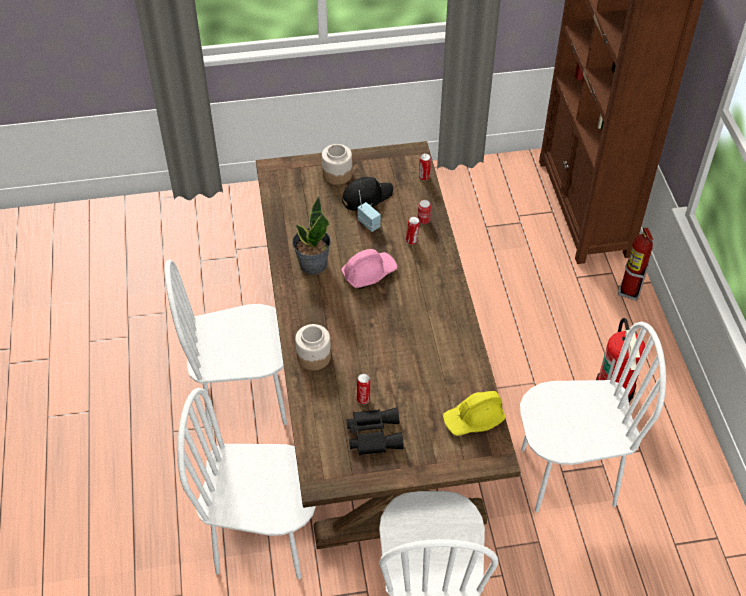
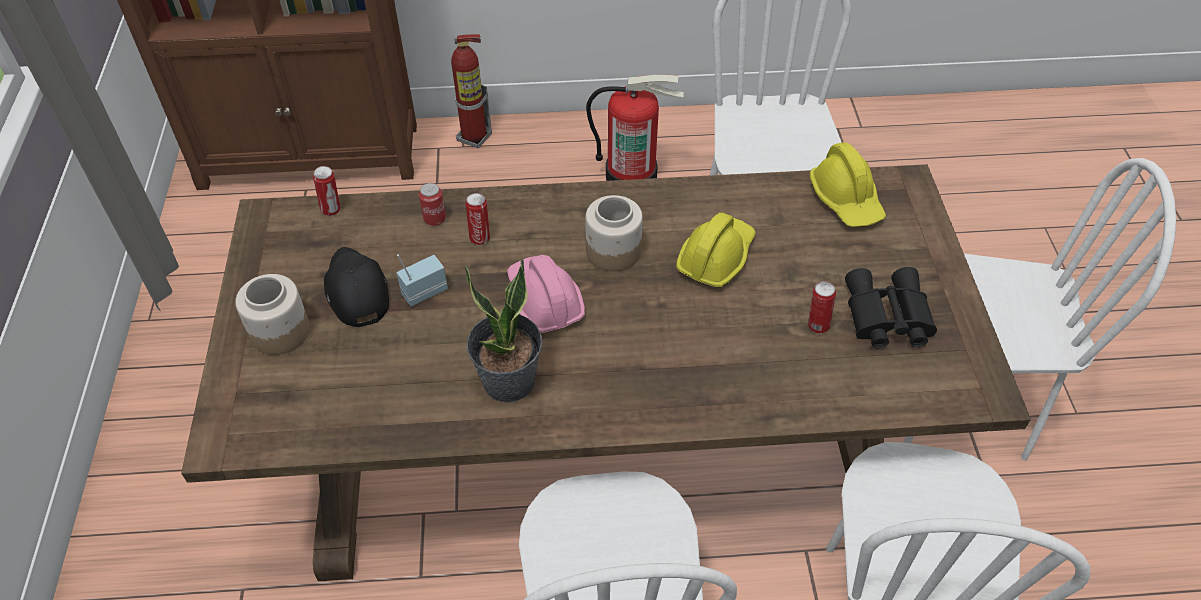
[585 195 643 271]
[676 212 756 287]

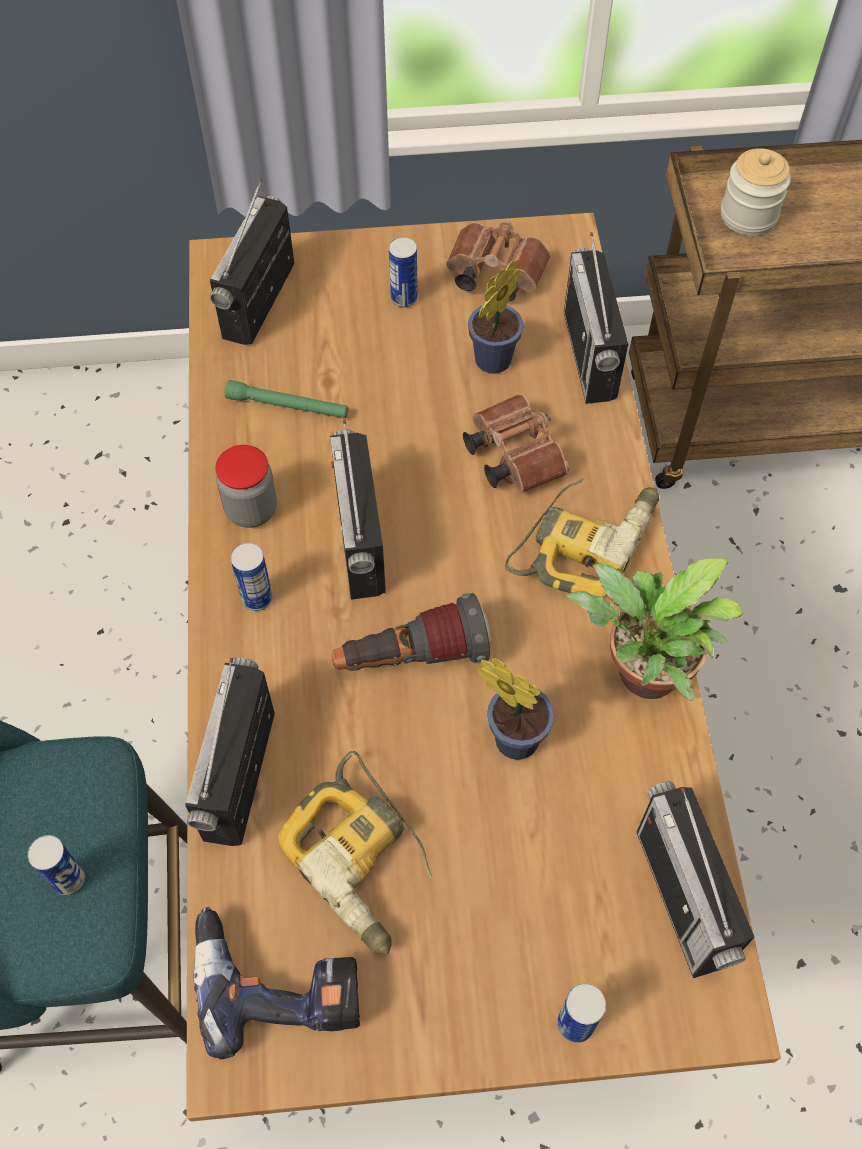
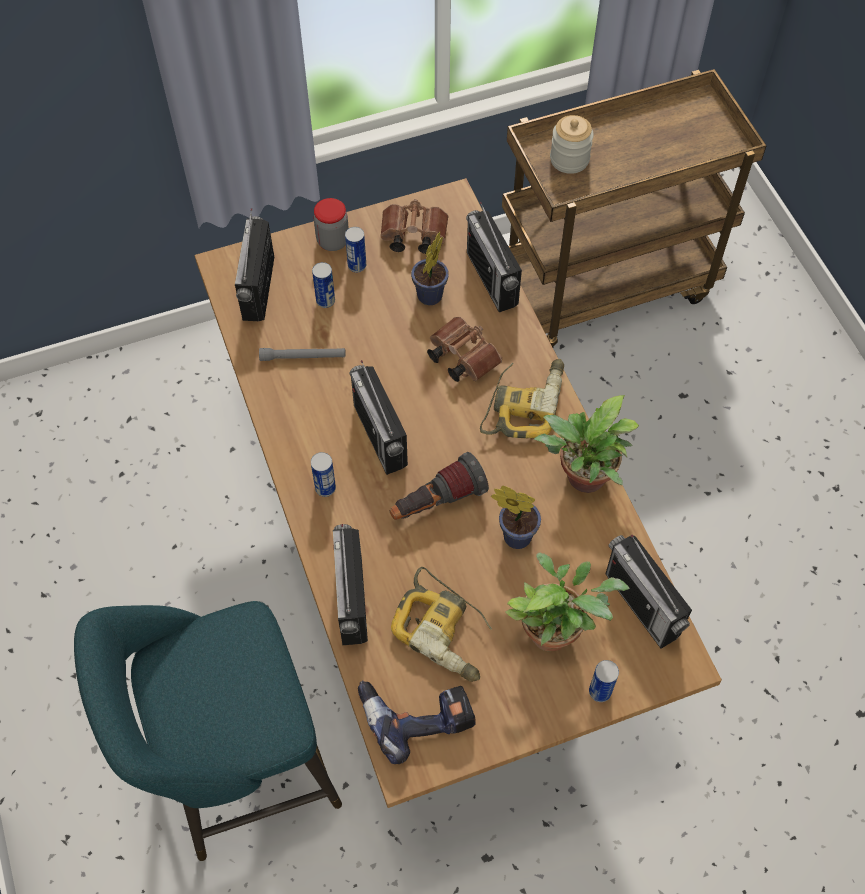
[312 262 335 308]
[314 198 349 251]
[259 348 346 361]
[505 552 630 651]

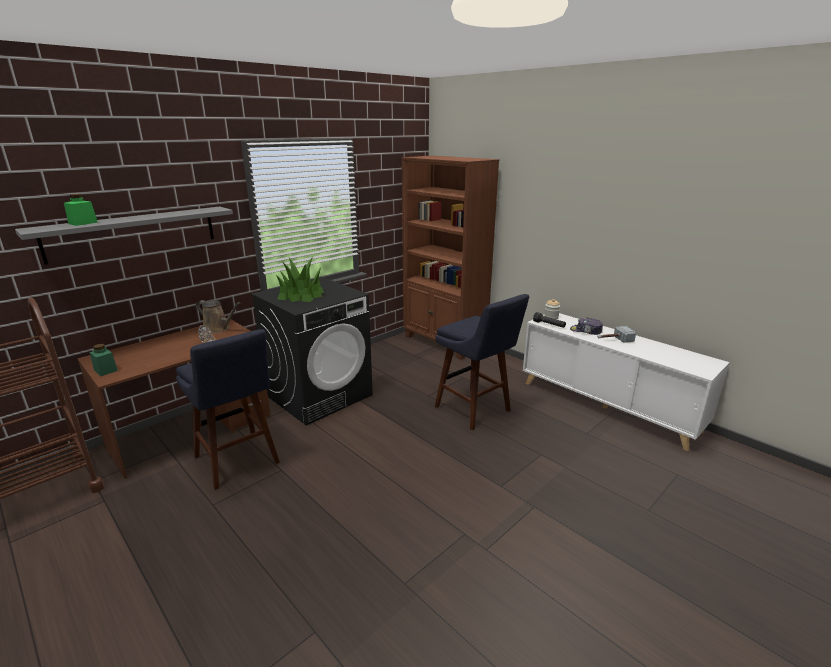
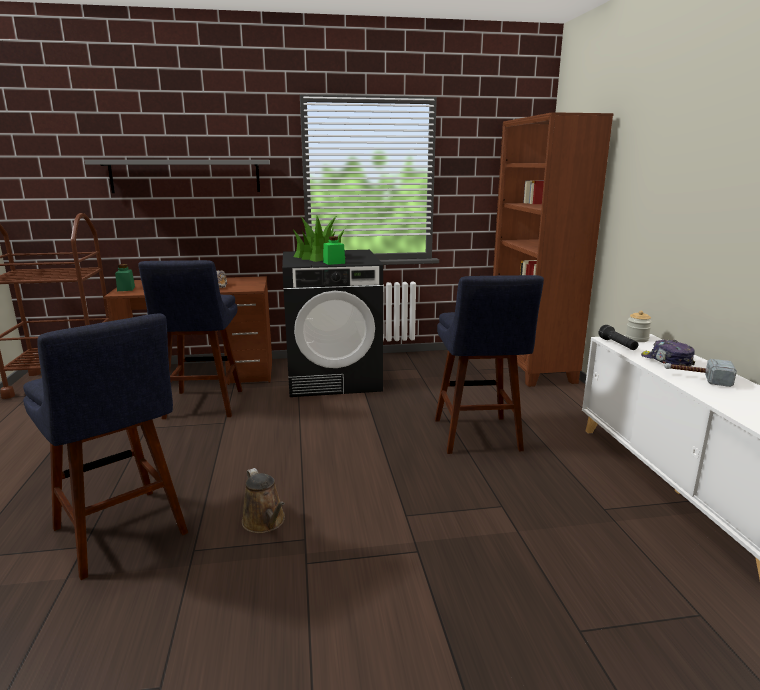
[323 236 345 265]
[242 468 285 533]
[23 314 188 580]

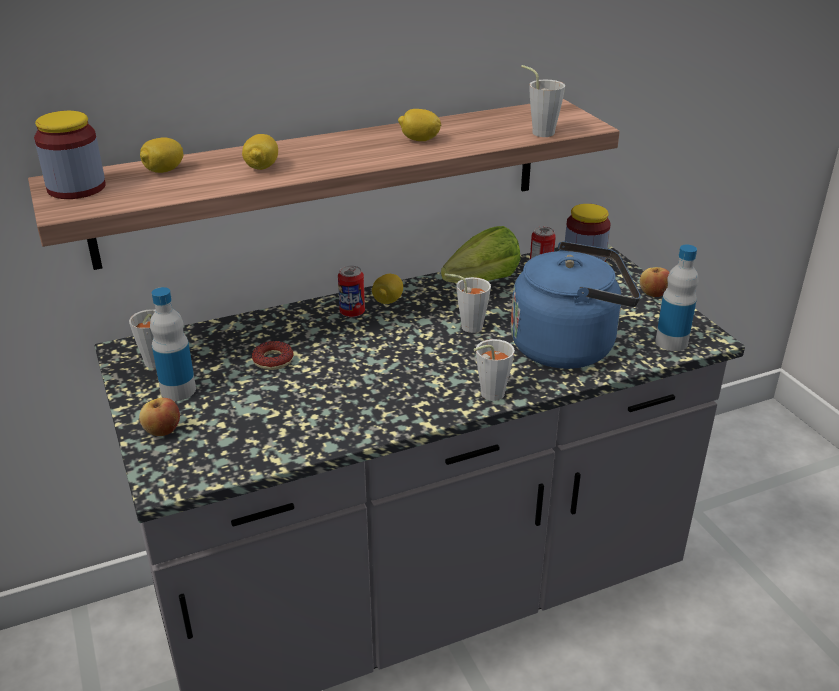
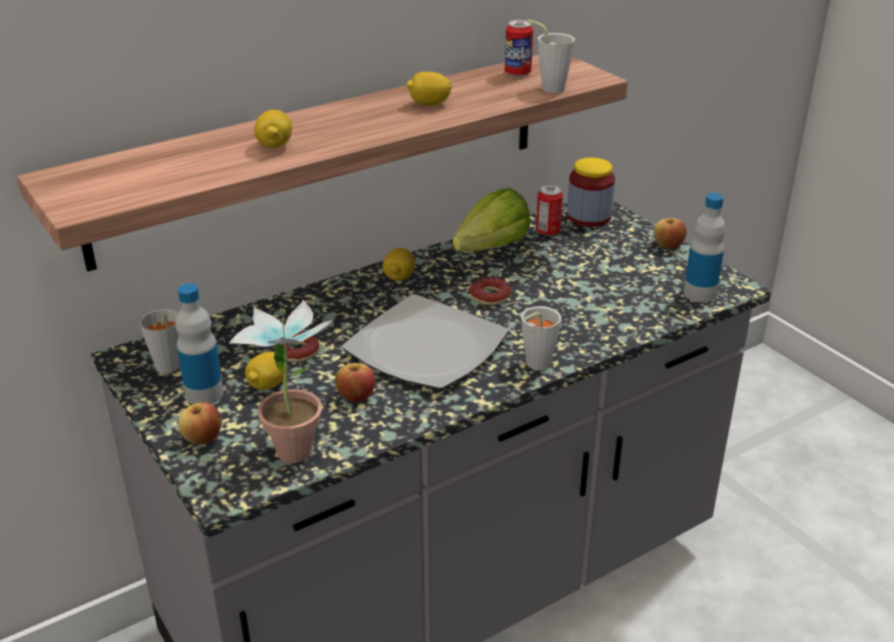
[34 111 106 199] (first image)
[245 351 288 390]
[505 20 533 77]
[470 277 511 305]
[511 241 641 369] (first image)
[229 300 335 463]
[335 363 375 402]
[342 294 509 389]

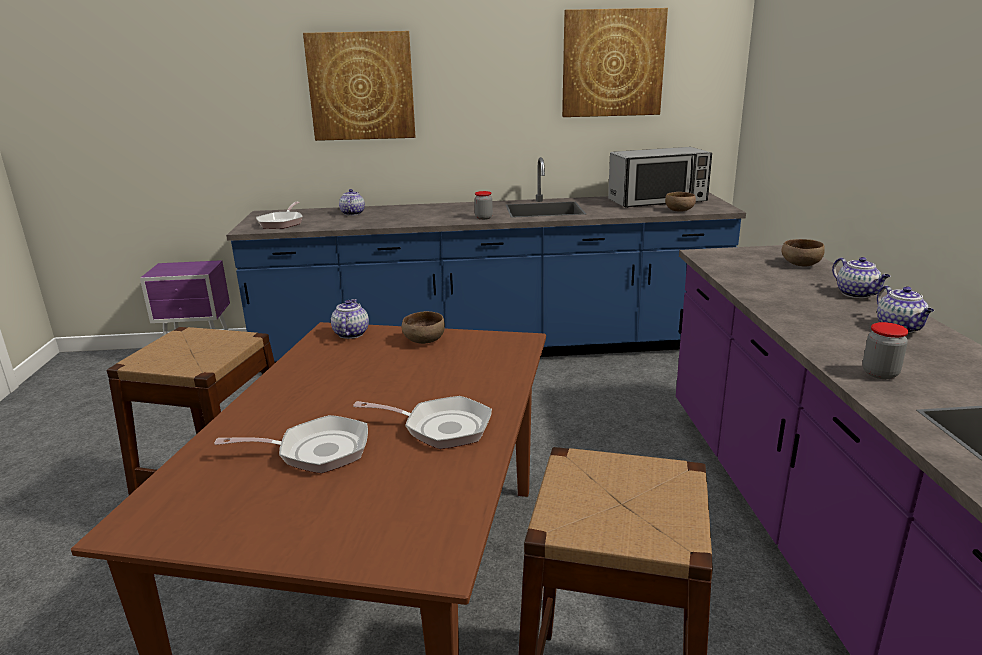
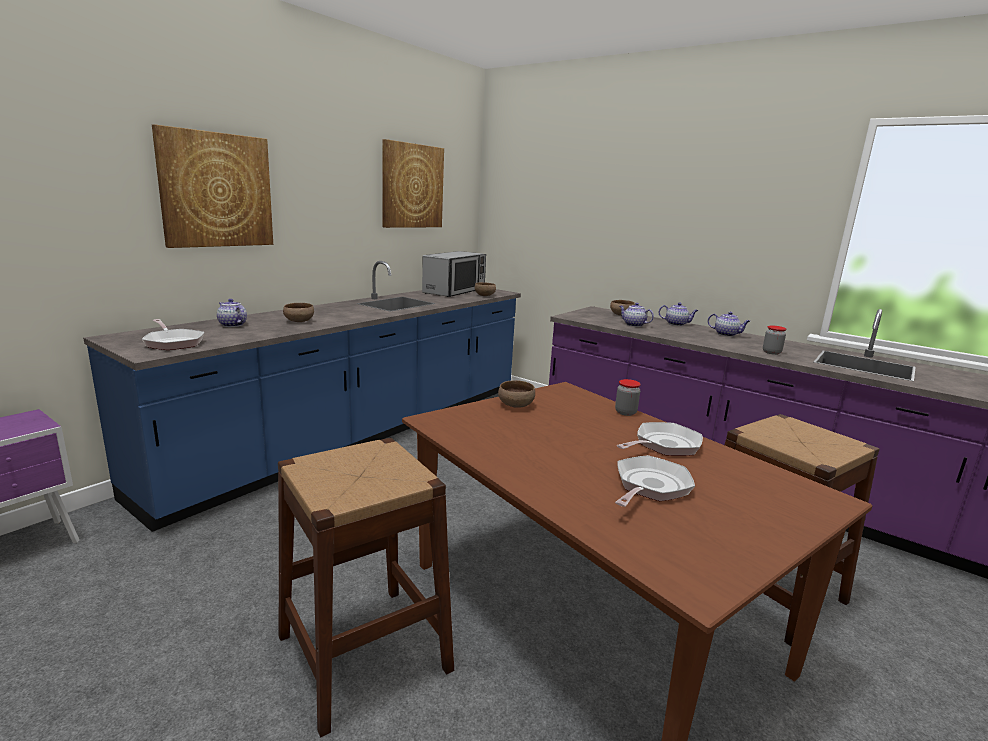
[620 303 654 327]
[615 379 640 416]
[283 303 314 322]

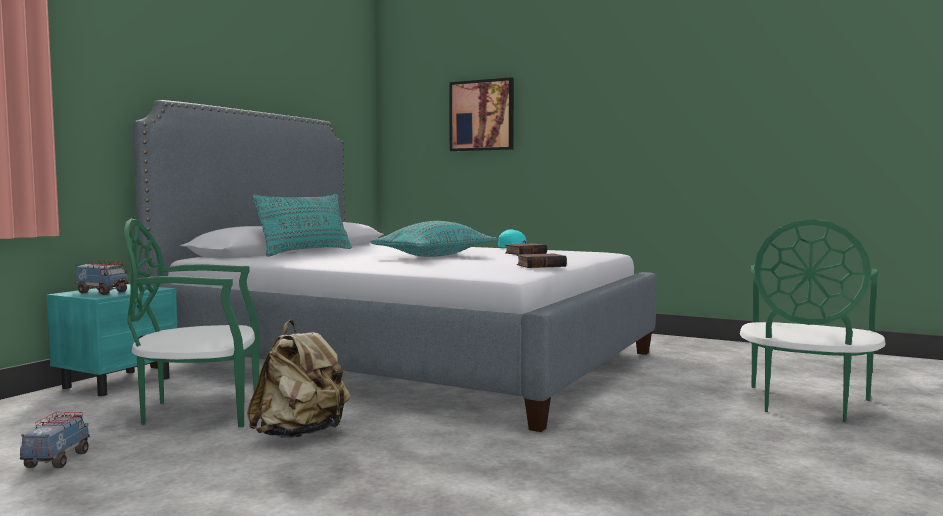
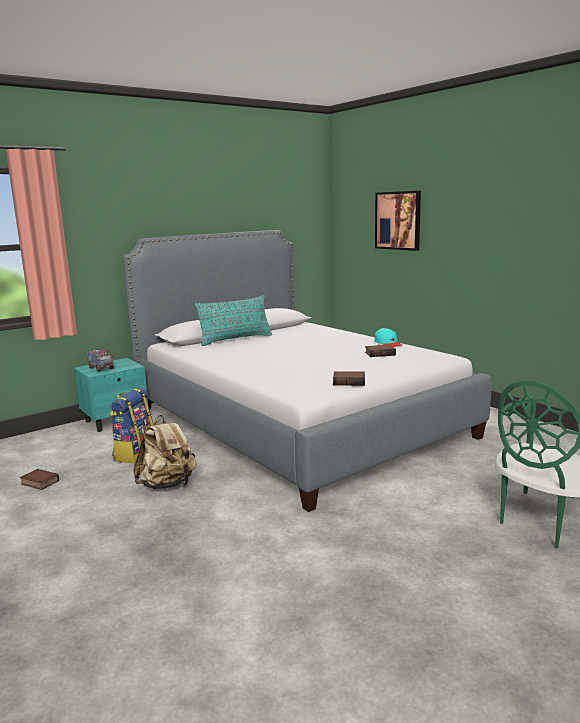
[20 469 59 490]
[109 387 154 463]
[370 221 497 257] (first image)

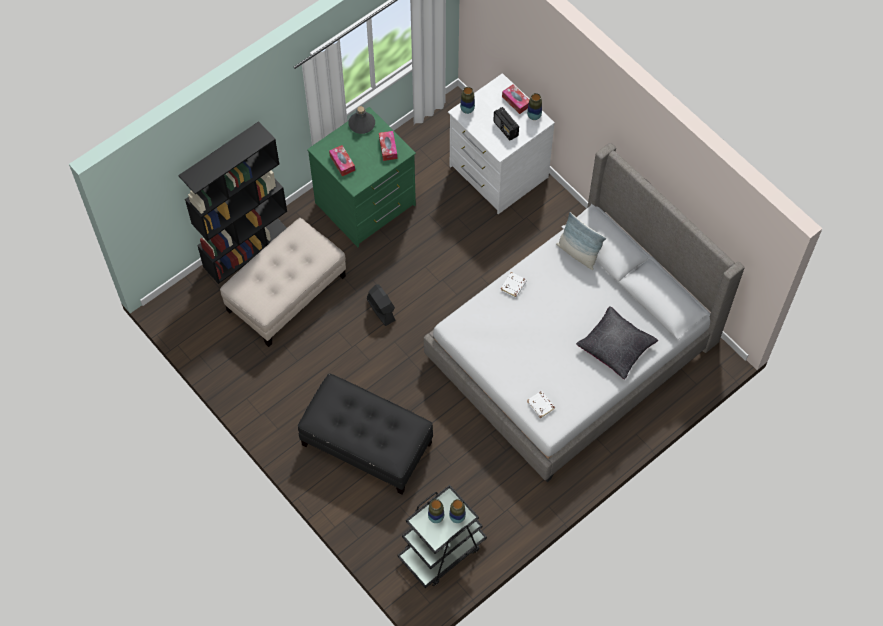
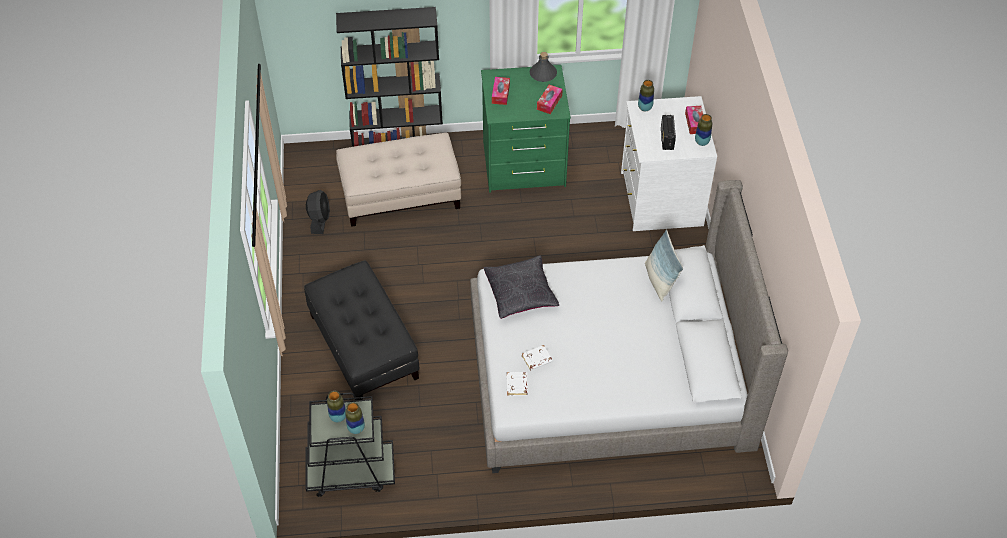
[306 190 330 234]
[522 345 553 371]
[483 255 559 319]

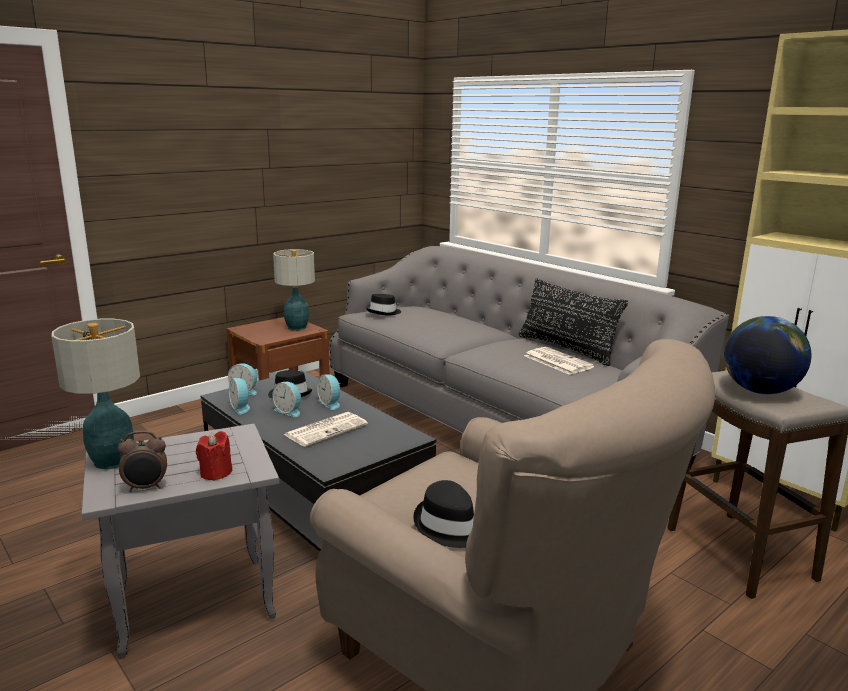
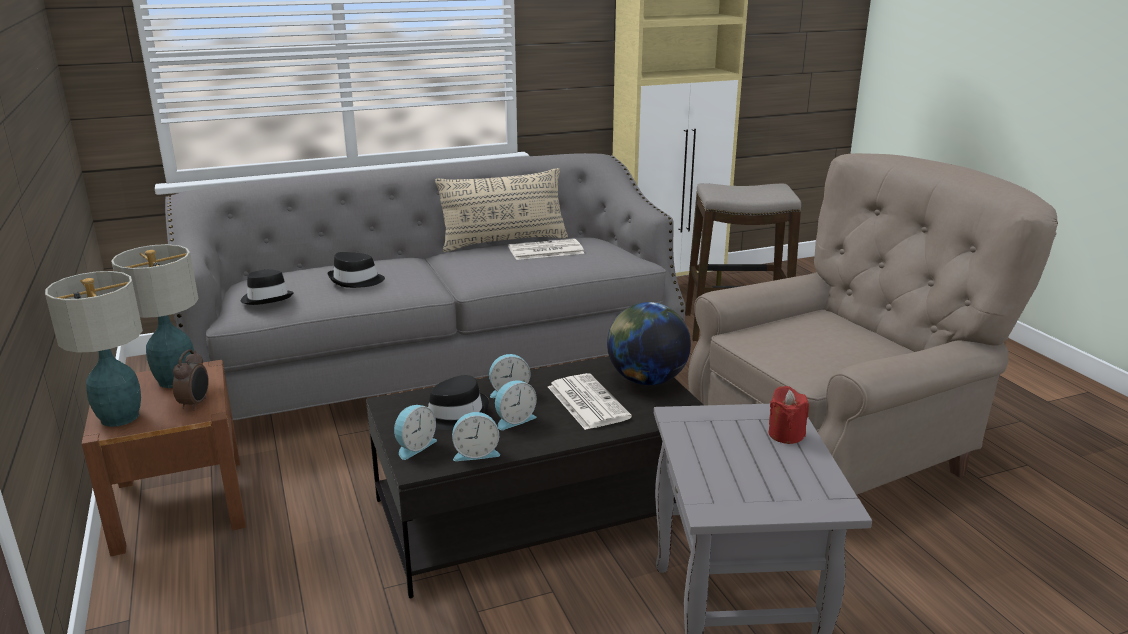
[45 271 143 427]
[173 349 209 411]
[328 252 385 288]
[435 168 568 252]
[607 302 691 385]

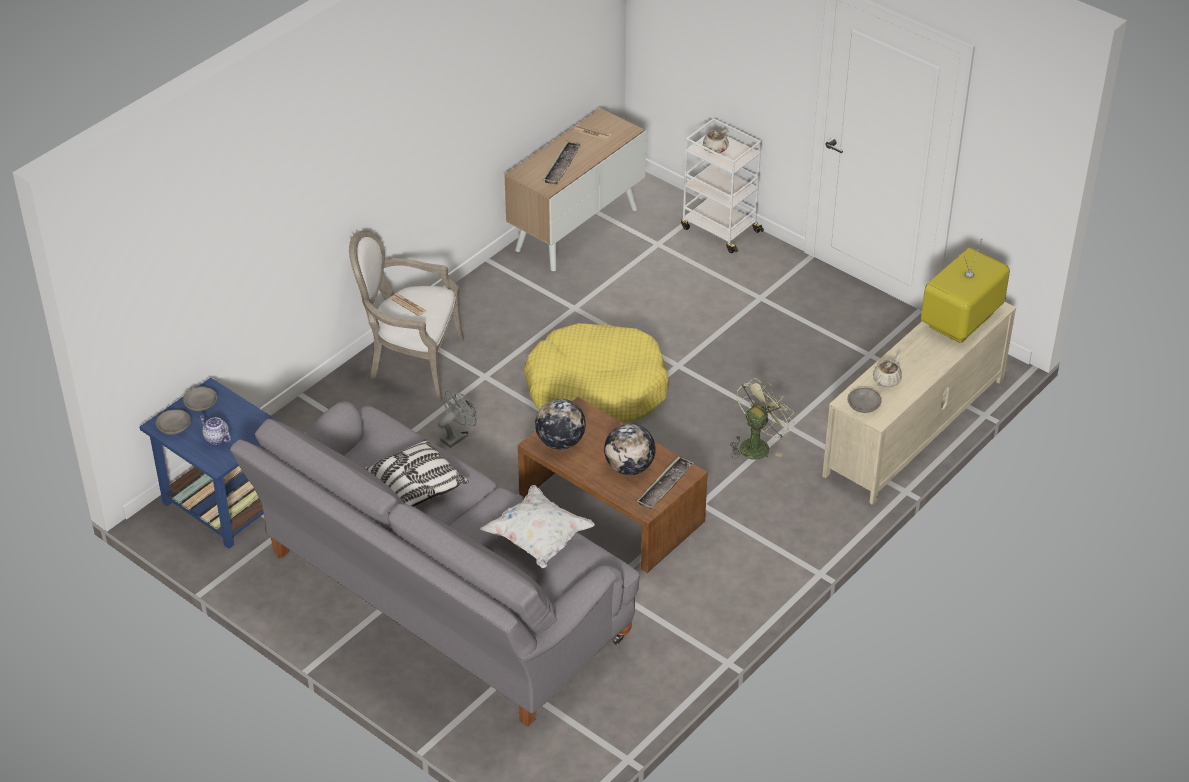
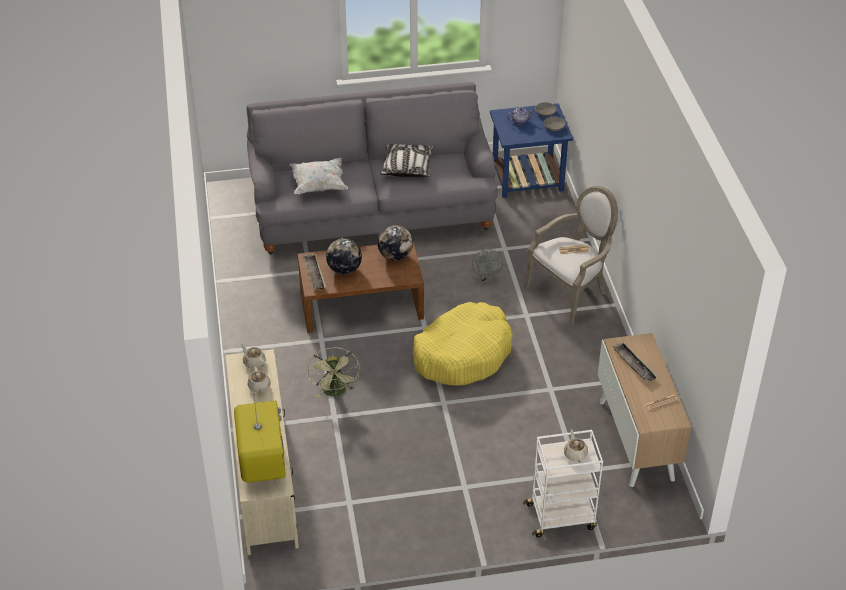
[241 343 266 368]

